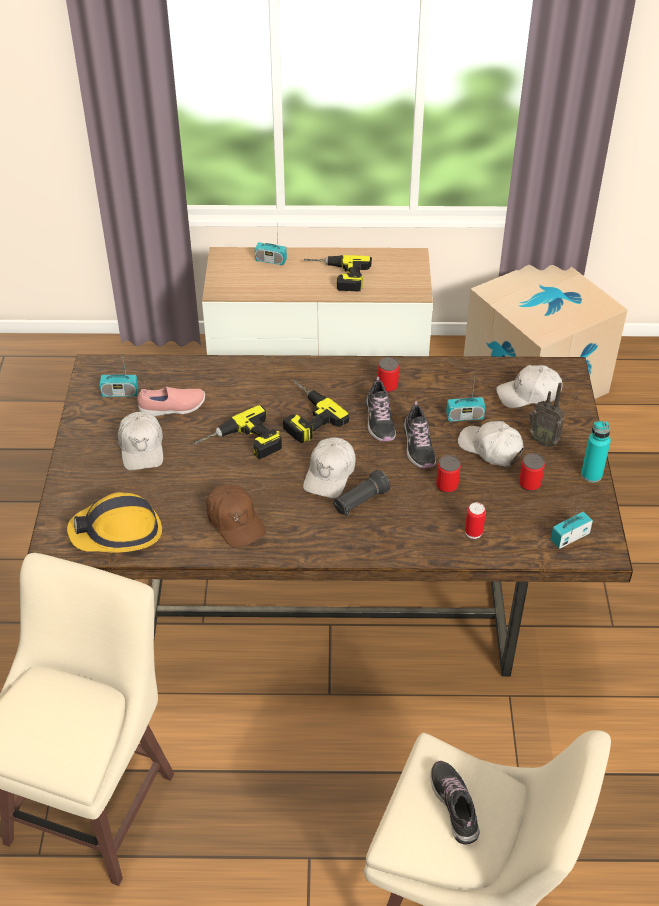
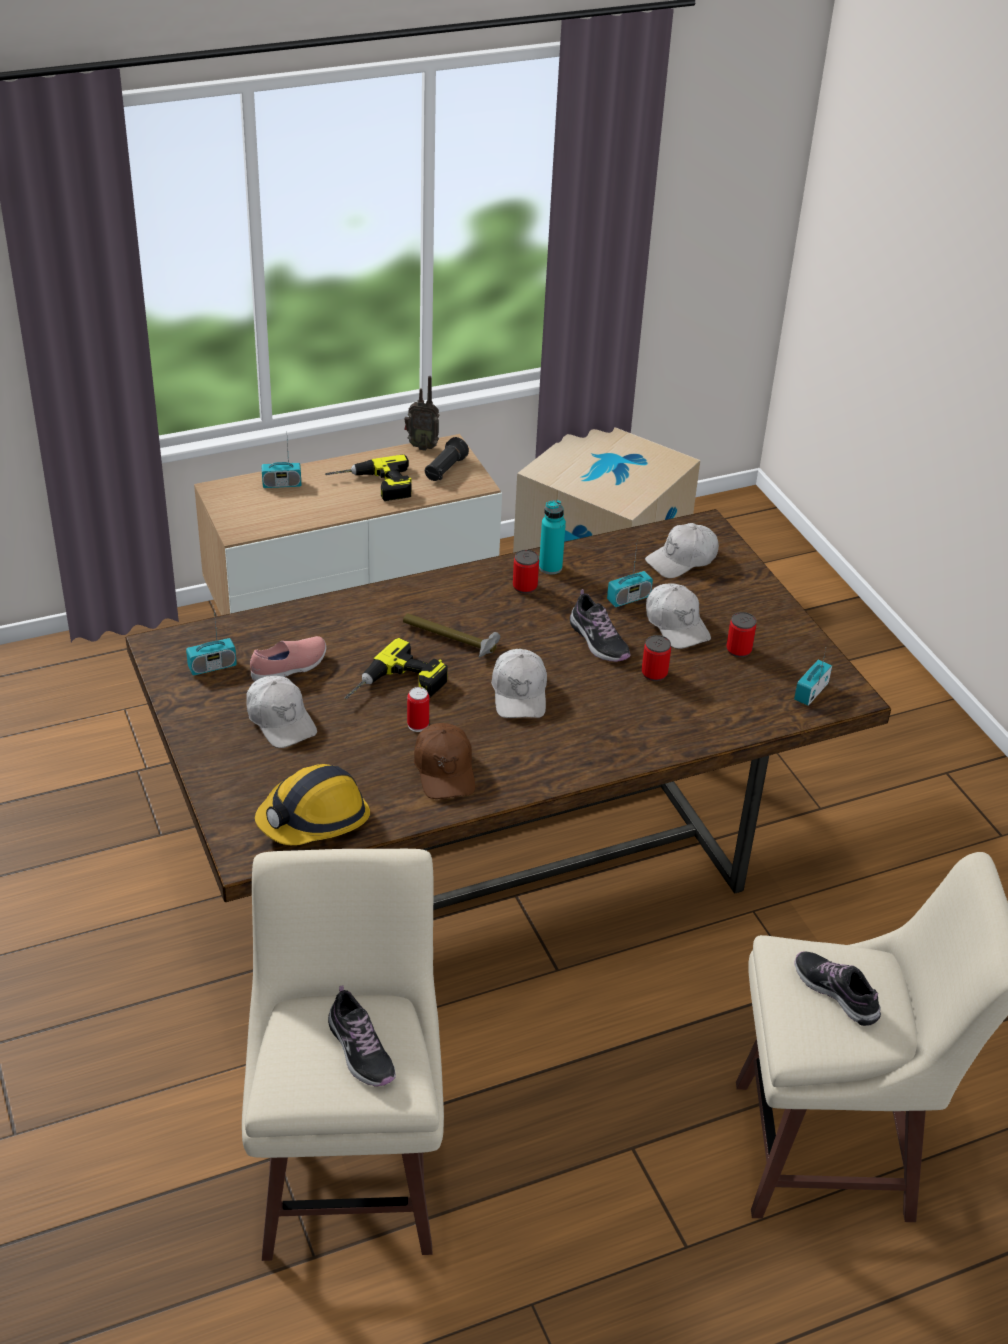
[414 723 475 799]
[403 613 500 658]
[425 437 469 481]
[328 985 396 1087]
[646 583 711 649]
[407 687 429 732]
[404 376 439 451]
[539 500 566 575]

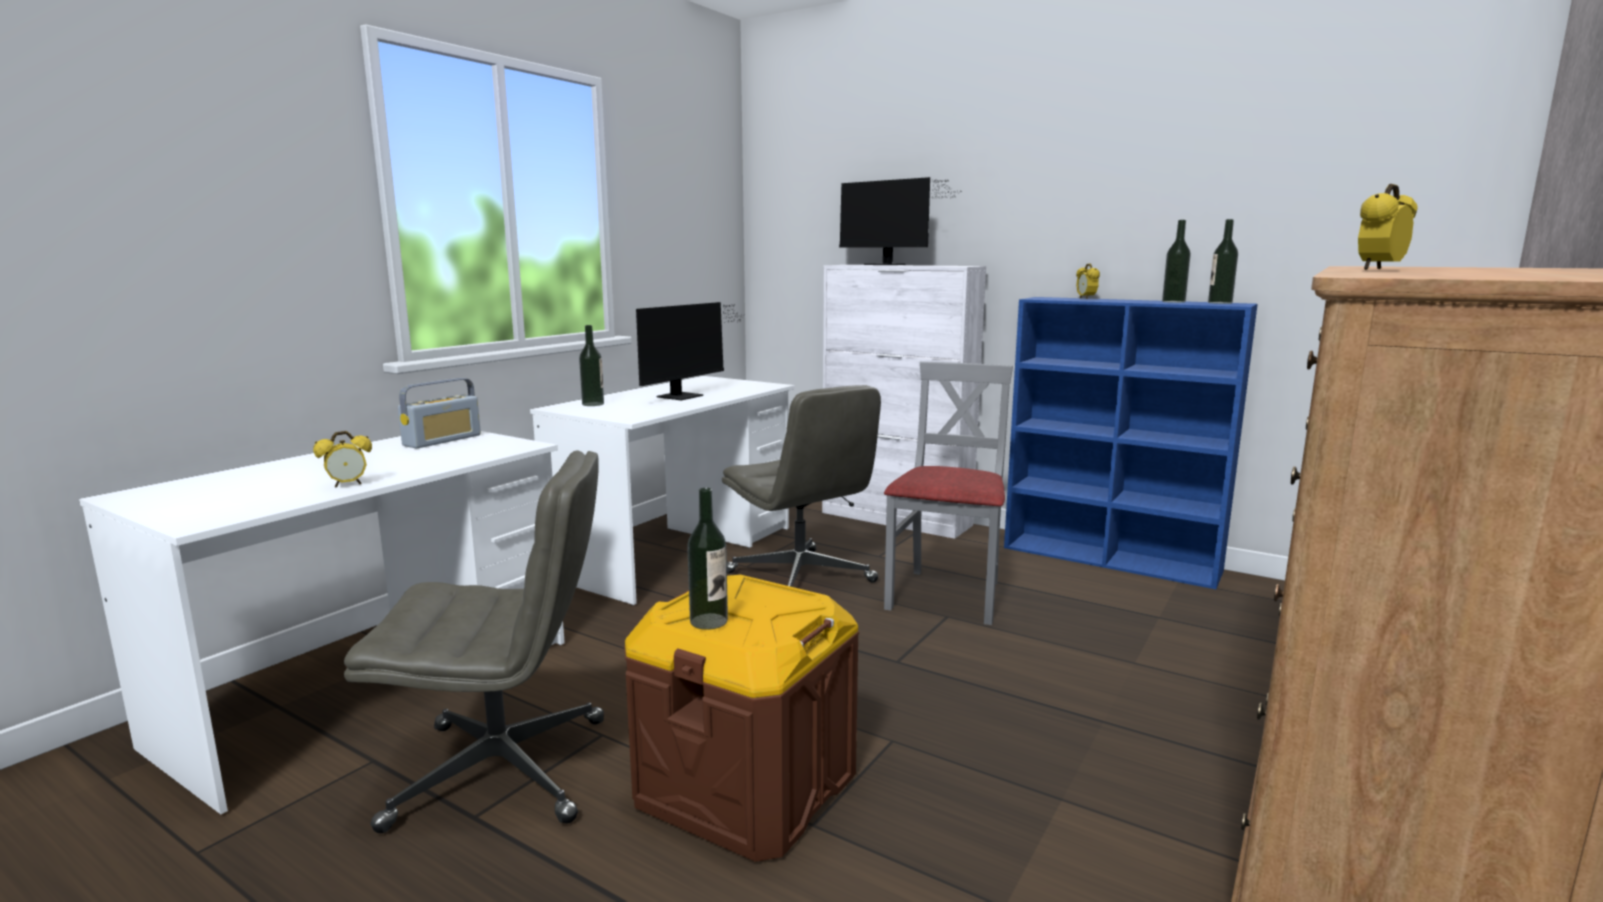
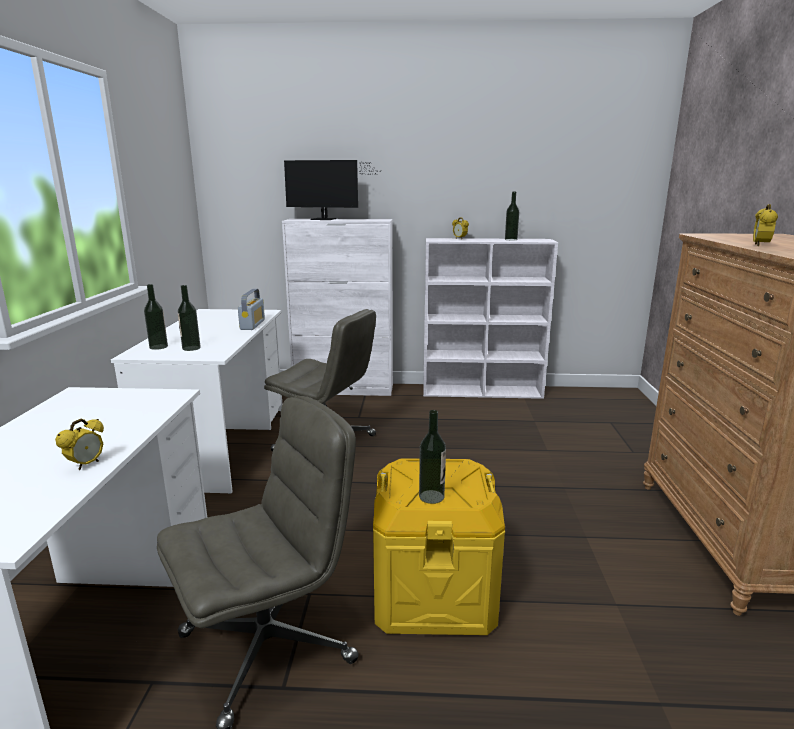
[238 289 265 330]
[373 458 505 635]
[636 302 745 401] (first image)
[884 362 1013 625] (first image)
[423 238 558 399]
[178 285 201 351]

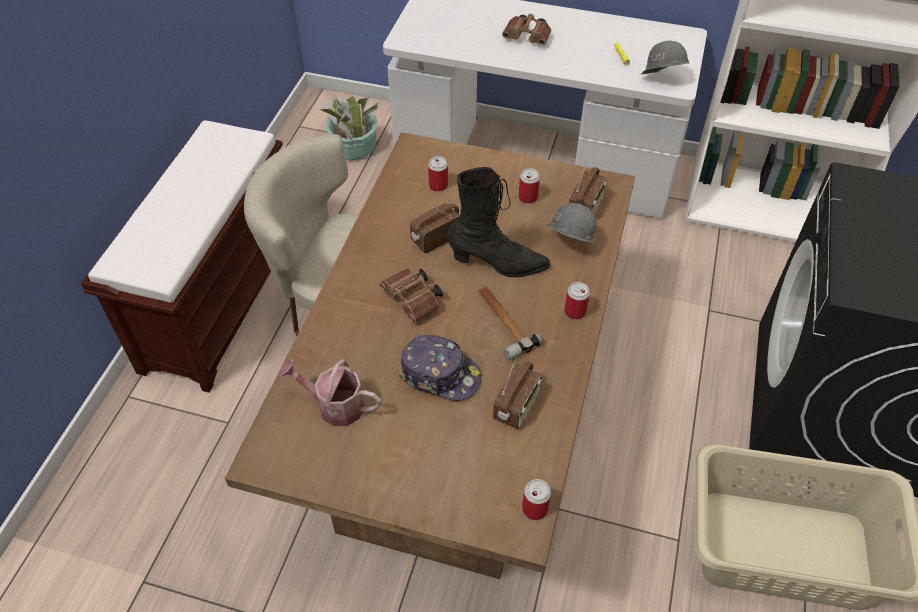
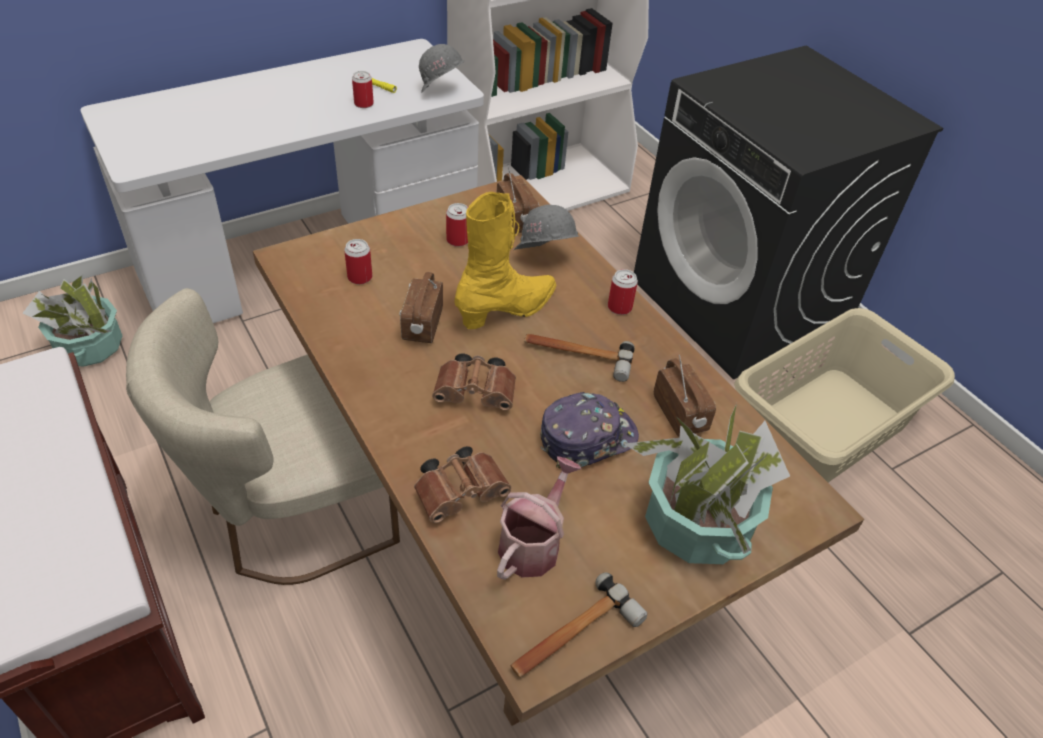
[497 457 582 580]
[454 192 556 329]
[414 446 511 523]
[352 71 374 108]
[511 573 647 677]
[624 403 790 564]

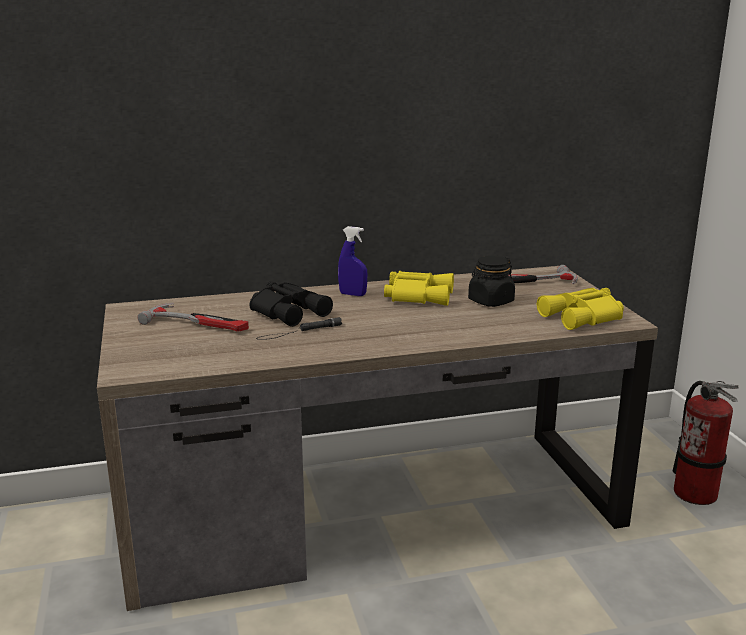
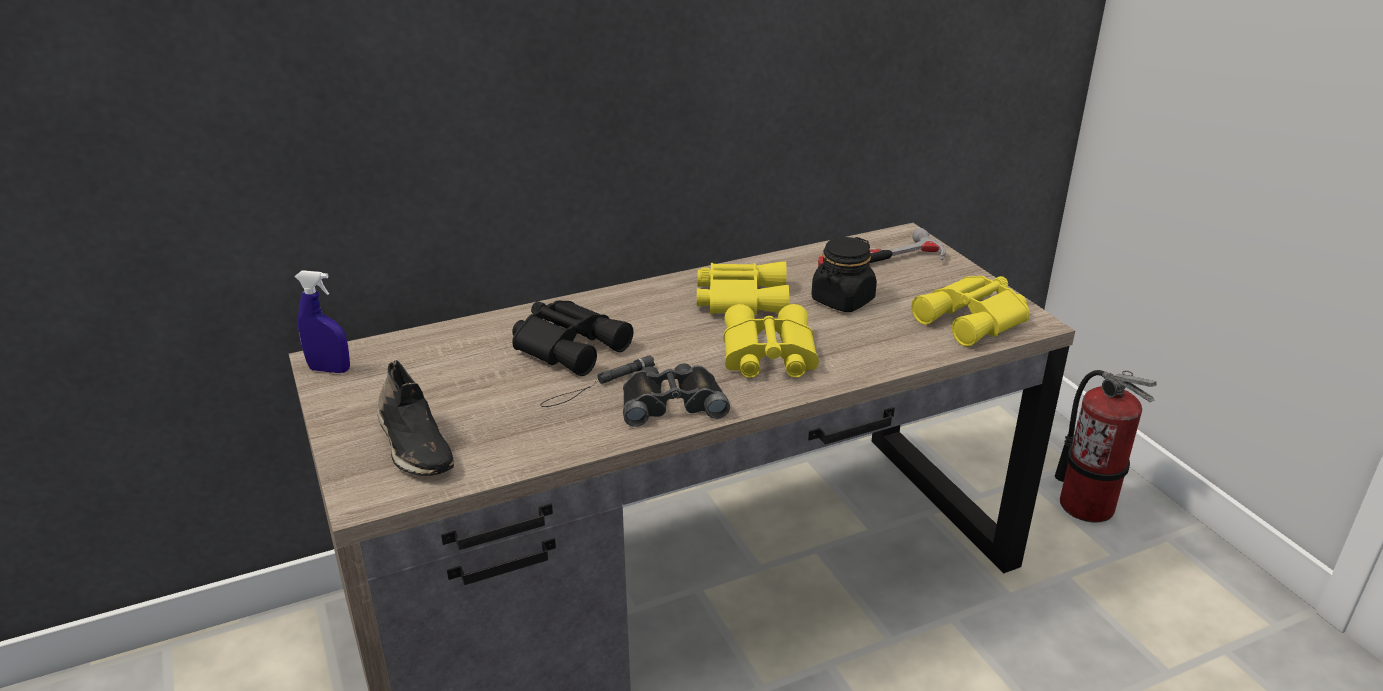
[137 303 249 332] (first image)
[294 270 350 373]
[377 359 454 476]
[623 363 730 427]
[723 304 819 378]

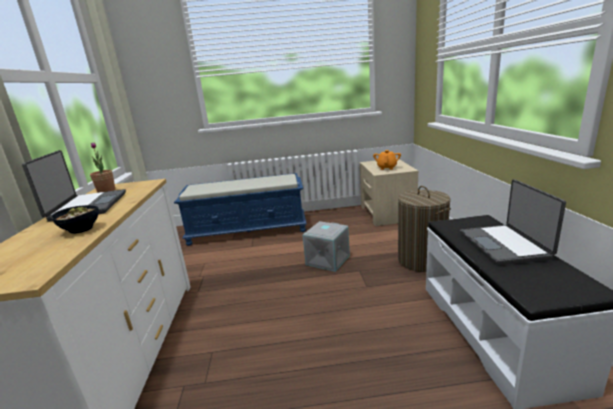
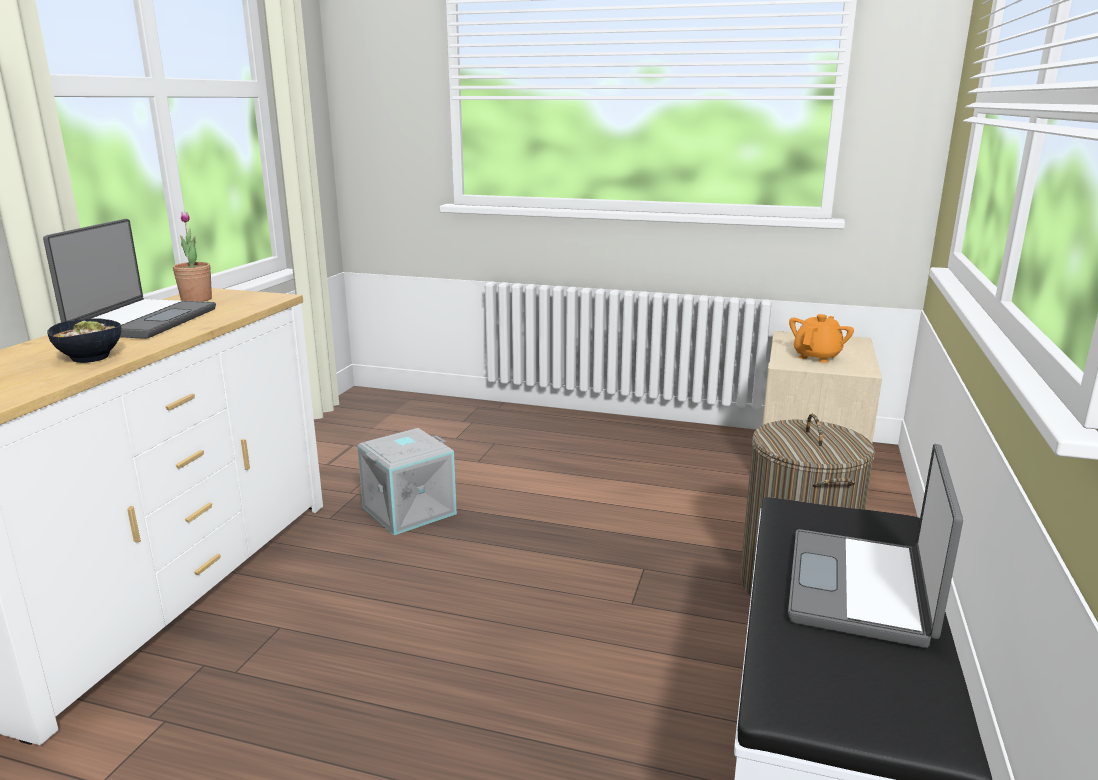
[174 173 307 246] (first image)
[357 428 457 535]

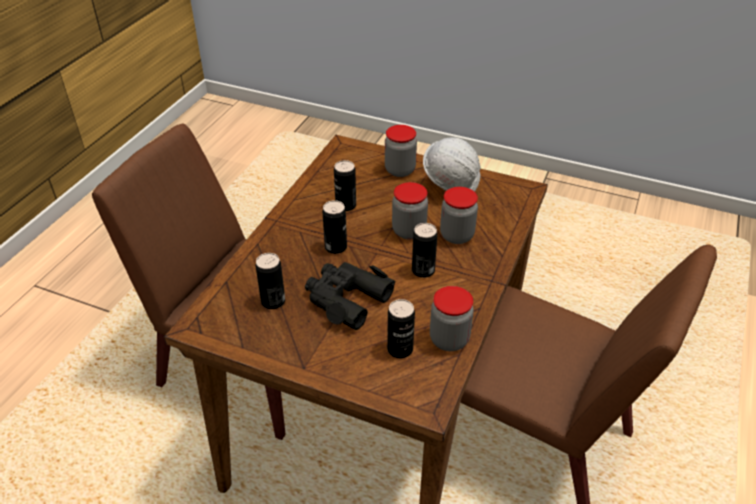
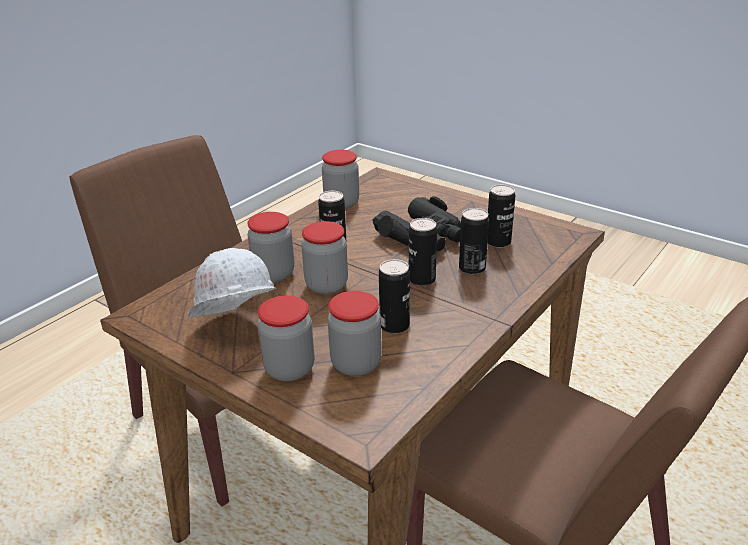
[459 208 489 275]
[327 291 382 376]

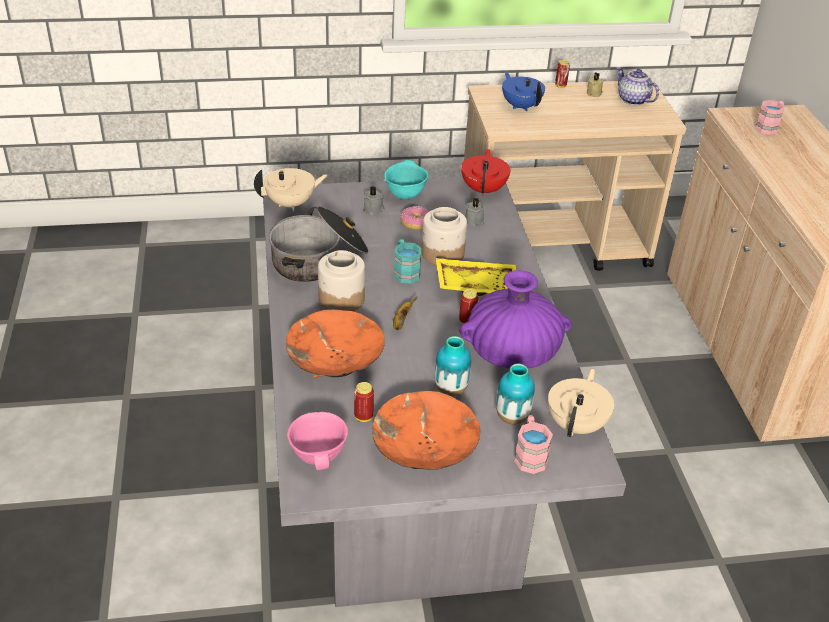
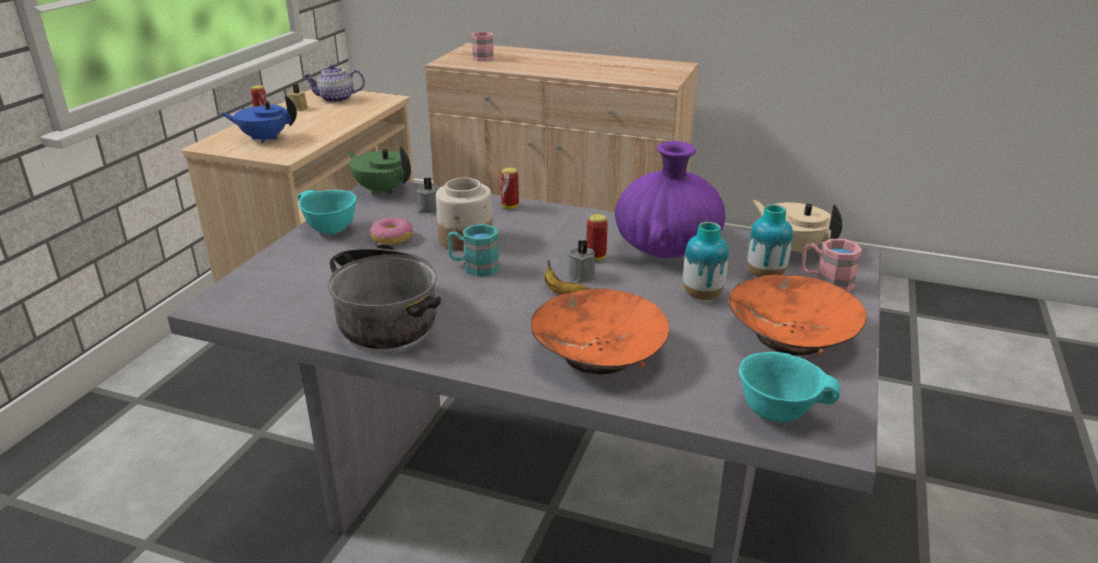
[254 168 328 211] (first image)
[739 352 841 422]
[318 250 365 311] (first image)
[500 167 519 209]
[569 239 595 282]
[436 258 516 296] (first image)
[347 147 411 195]

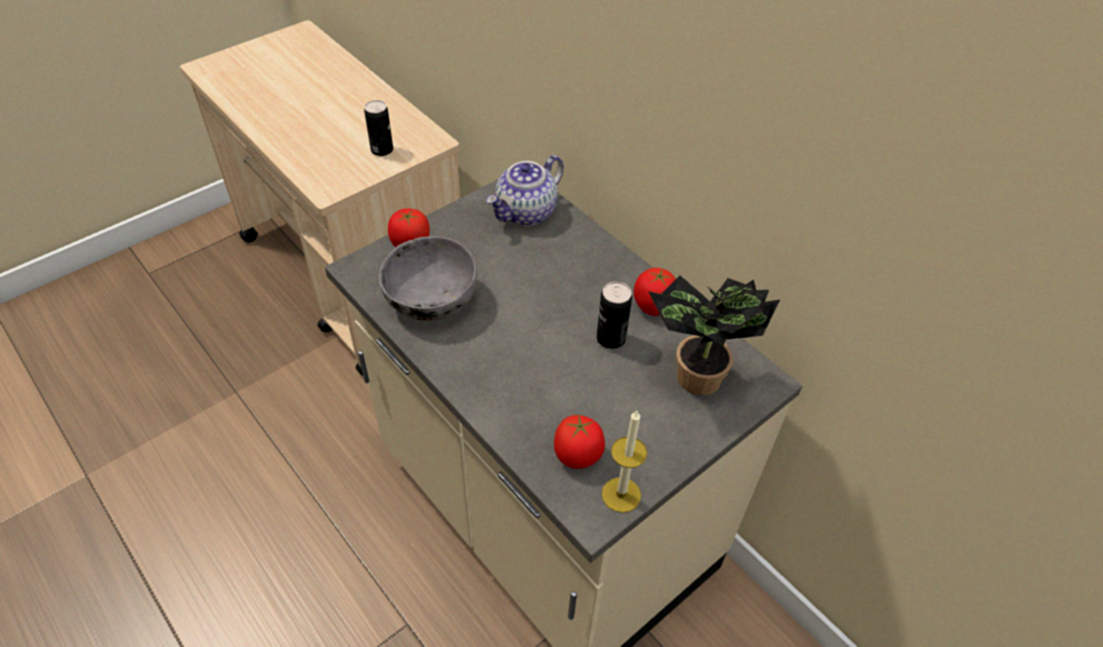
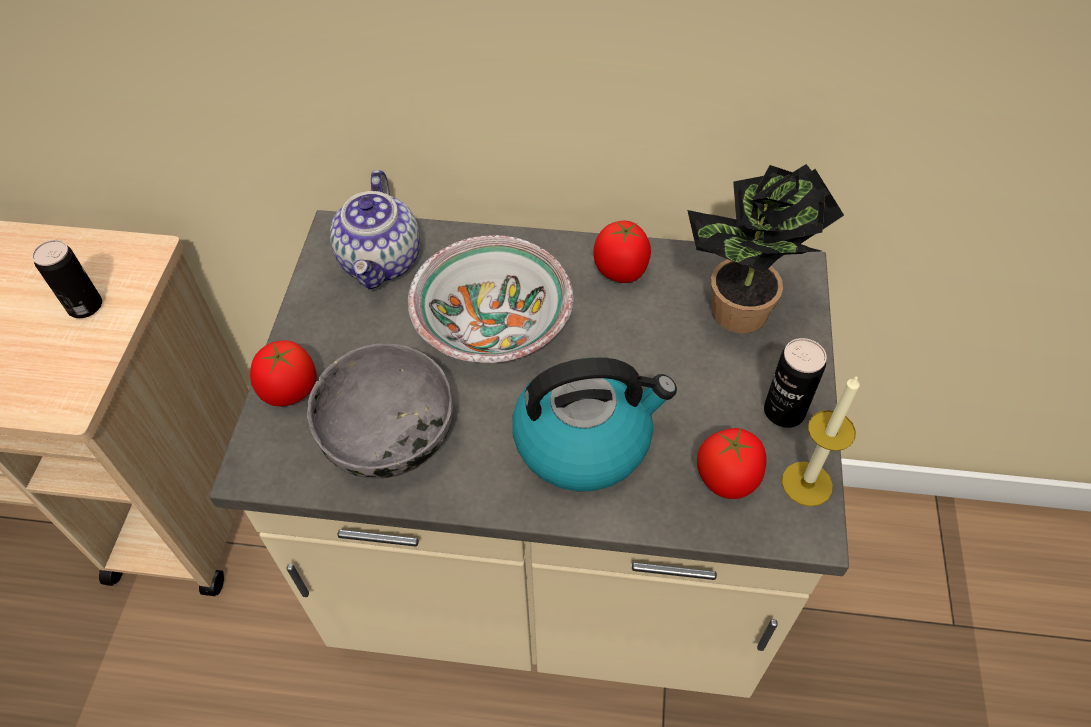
[764 338 827 428]
[408 235 573 363]
[512 357 677 491]

